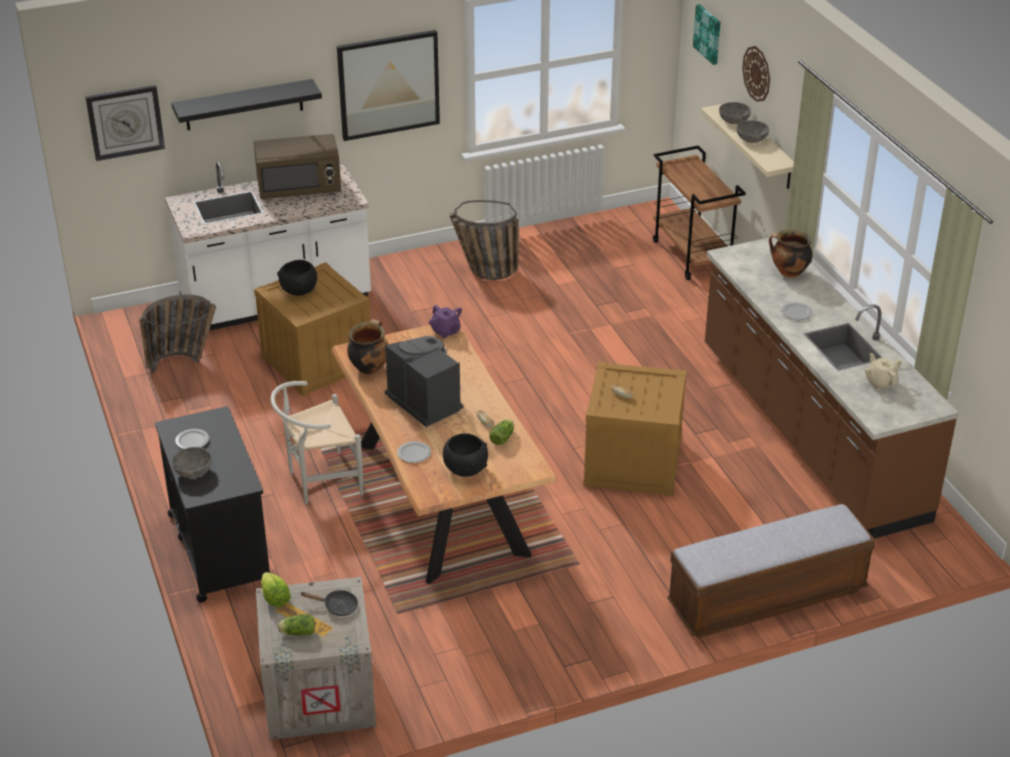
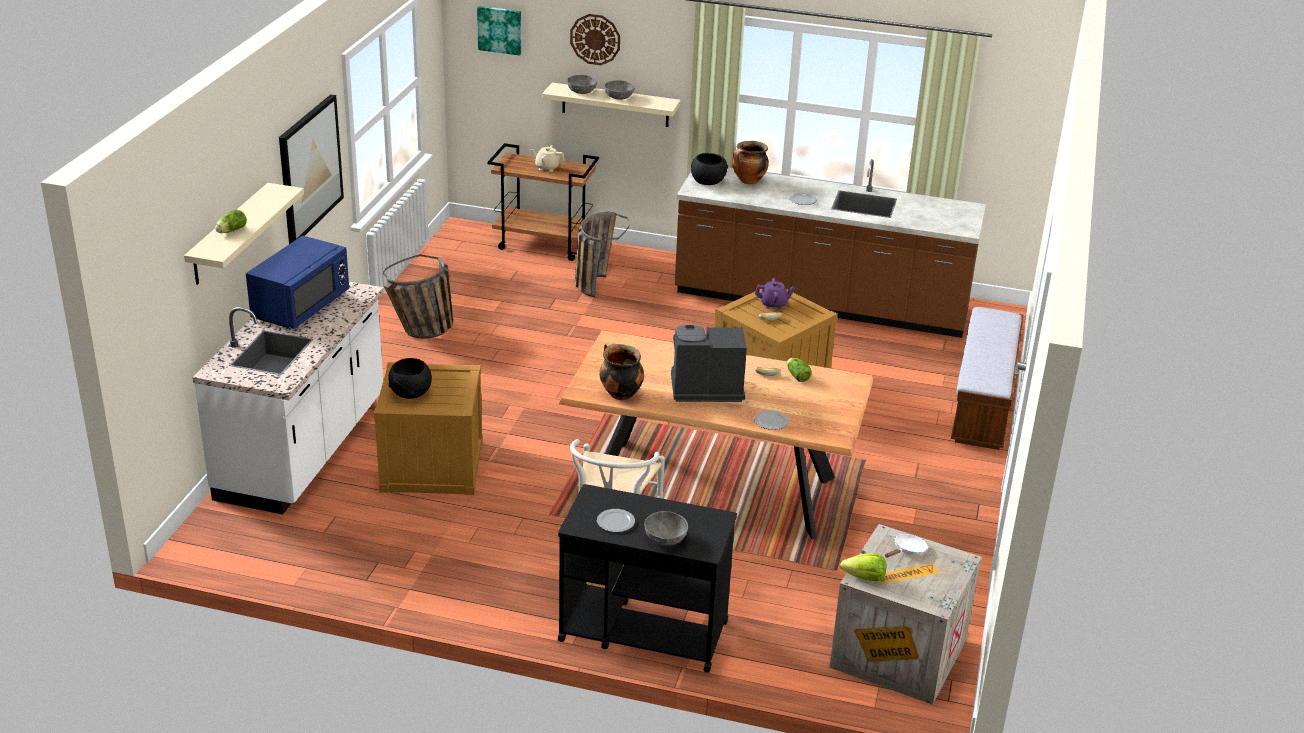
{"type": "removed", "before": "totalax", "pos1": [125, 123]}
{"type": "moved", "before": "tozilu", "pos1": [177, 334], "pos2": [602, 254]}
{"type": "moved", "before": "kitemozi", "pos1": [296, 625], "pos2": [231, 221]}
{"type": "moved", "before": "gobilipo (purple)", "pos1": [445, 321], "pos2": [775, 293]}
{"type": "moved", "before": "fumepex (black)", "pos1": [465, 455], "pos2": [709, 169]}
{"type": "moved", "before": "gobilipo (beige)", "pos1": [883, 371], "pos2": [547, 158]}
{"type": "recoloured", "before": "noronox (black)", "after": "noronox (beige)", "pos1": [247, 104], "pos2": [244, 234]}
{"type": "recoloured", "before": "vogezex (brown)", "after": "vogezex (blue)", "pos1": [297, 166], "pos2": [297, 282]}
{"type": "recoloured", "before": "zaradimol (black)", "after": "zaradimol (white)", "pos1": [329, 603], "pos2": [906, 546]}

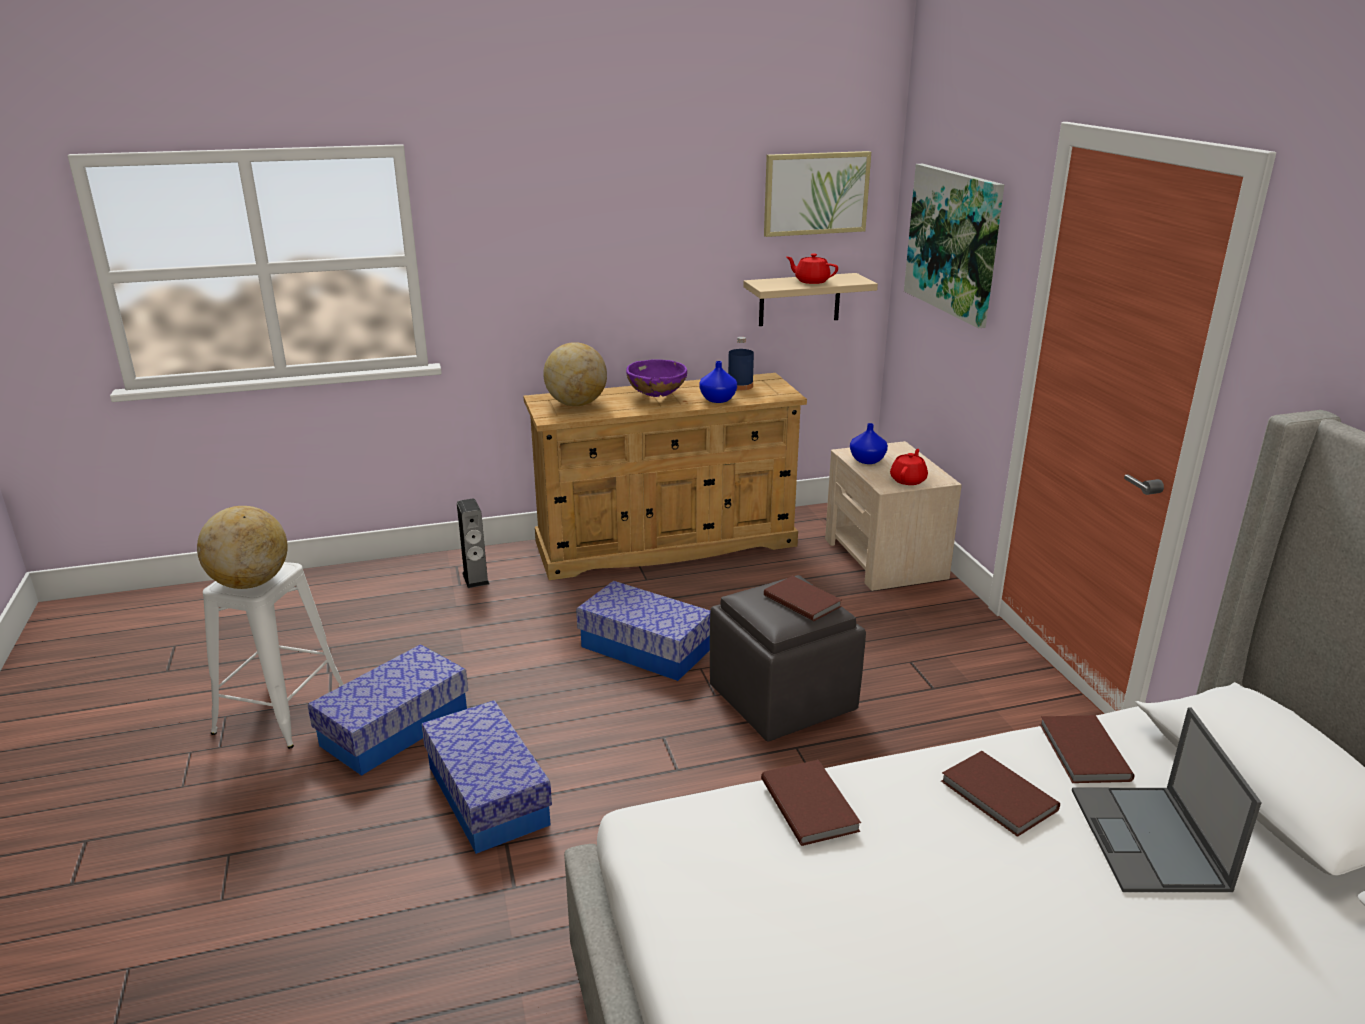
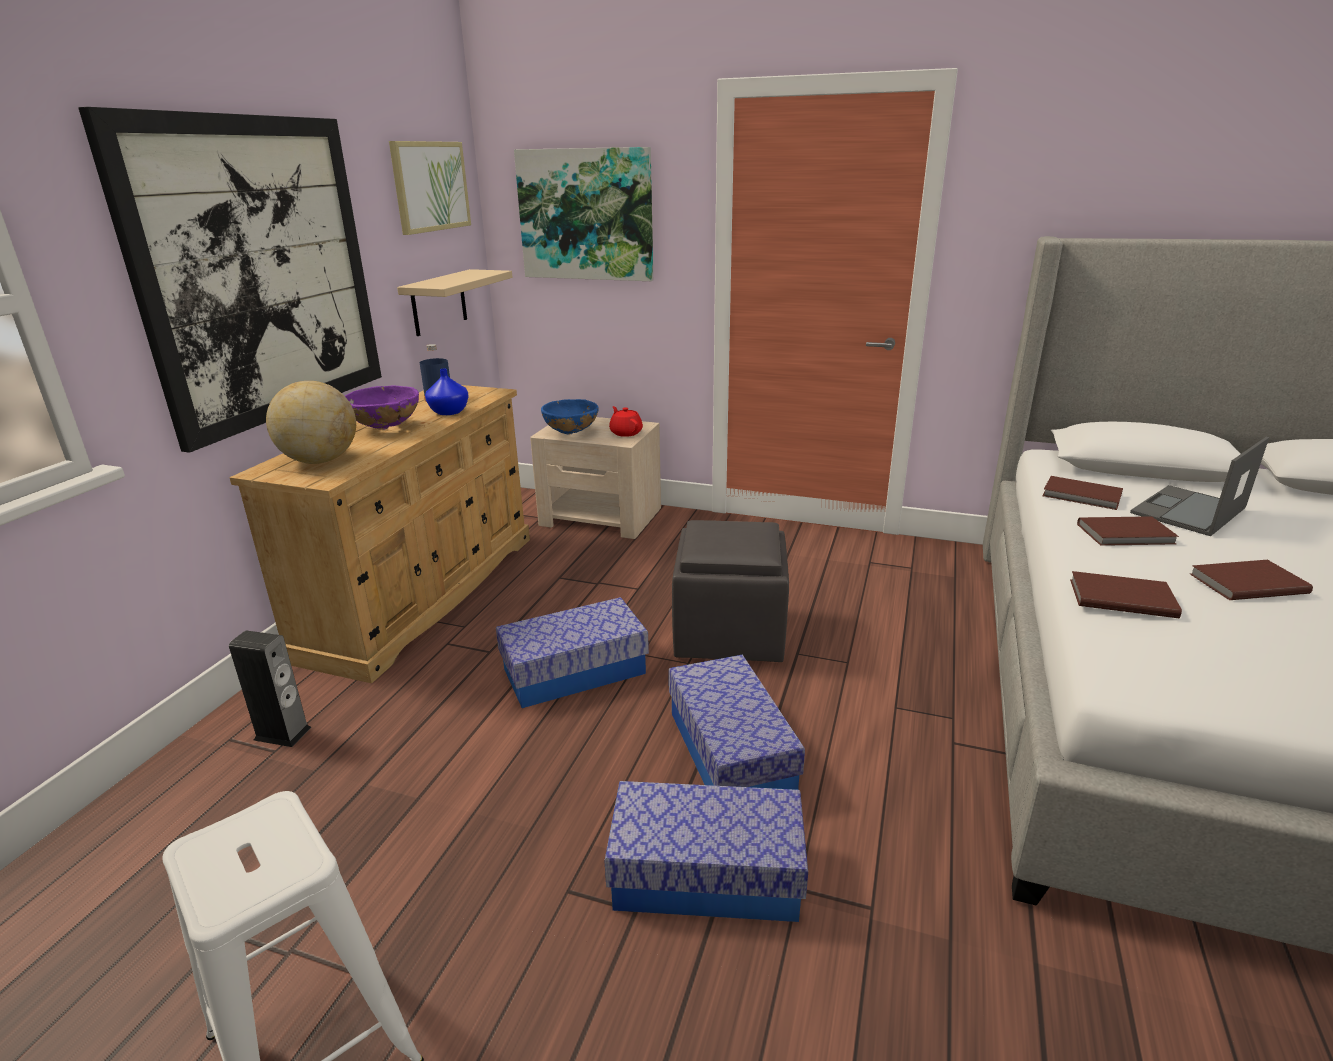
{"type": "removed", "before": "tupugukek", "pos1": [242, 547]}
{"type": "removed", "before": "gobilipo (red)", "pos1": [812, 268]}
{"type": "added", "after": "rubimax", "pos2": [230, 280]}
{"type": "moved", "before": "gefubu", "pos1": [387, 710], "pos2": [737, 722]}
{"type": "moved", "before": "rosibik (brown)", "pos1": [803, 598], "pos2": [1251, 580]}
{"type": "replaced", "before": "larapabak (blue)", "after": "fumepex (blue)", "pos1": [869, 443], "pos2": [570, 416]}
{"type": "turned", "before": "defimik", "pos1": [1167, 799], "pos2": [1199, 486], "turn": 105}

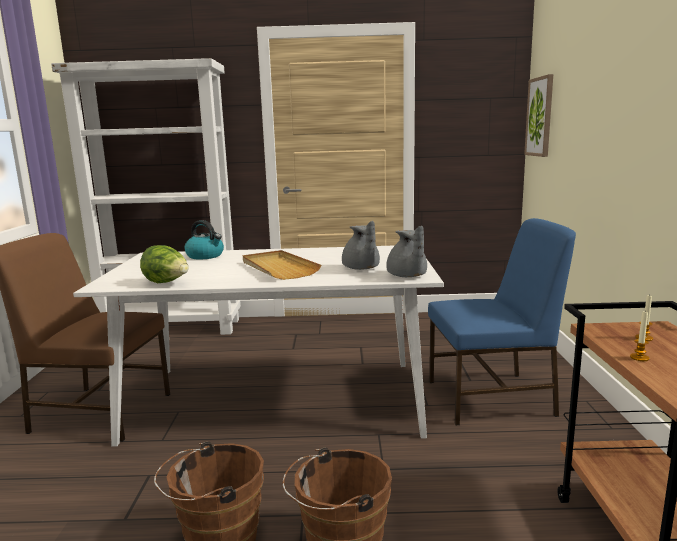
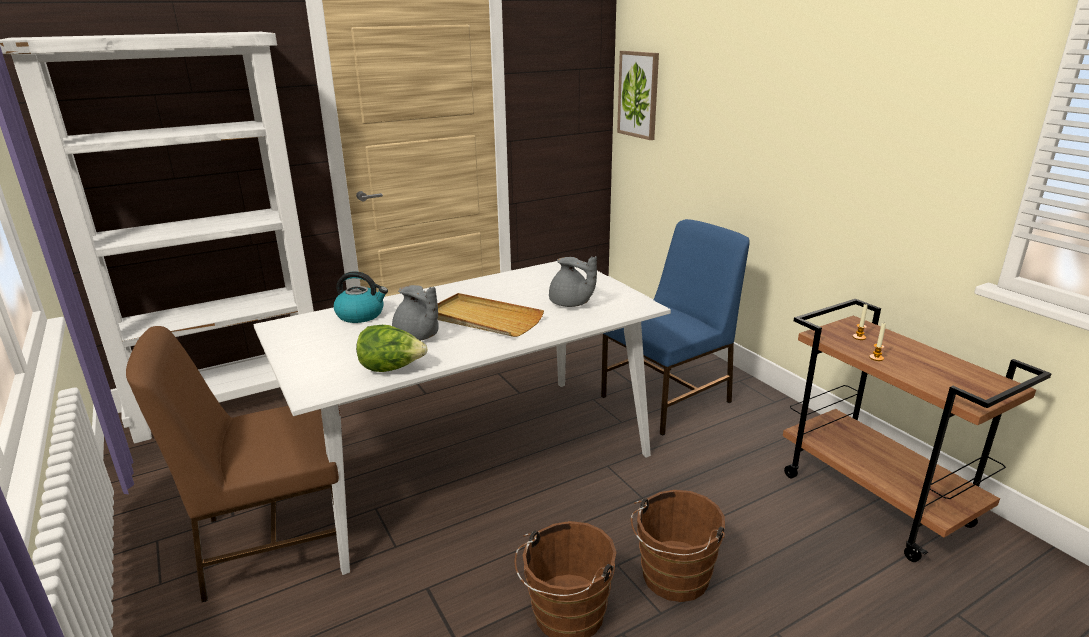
{"type": "moved", "before": "gobilipo (grey)", "pos1": [406, 251], "pos2": [415, 313]}

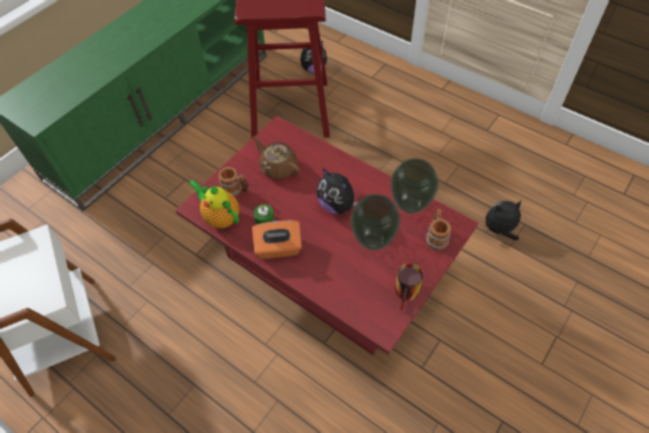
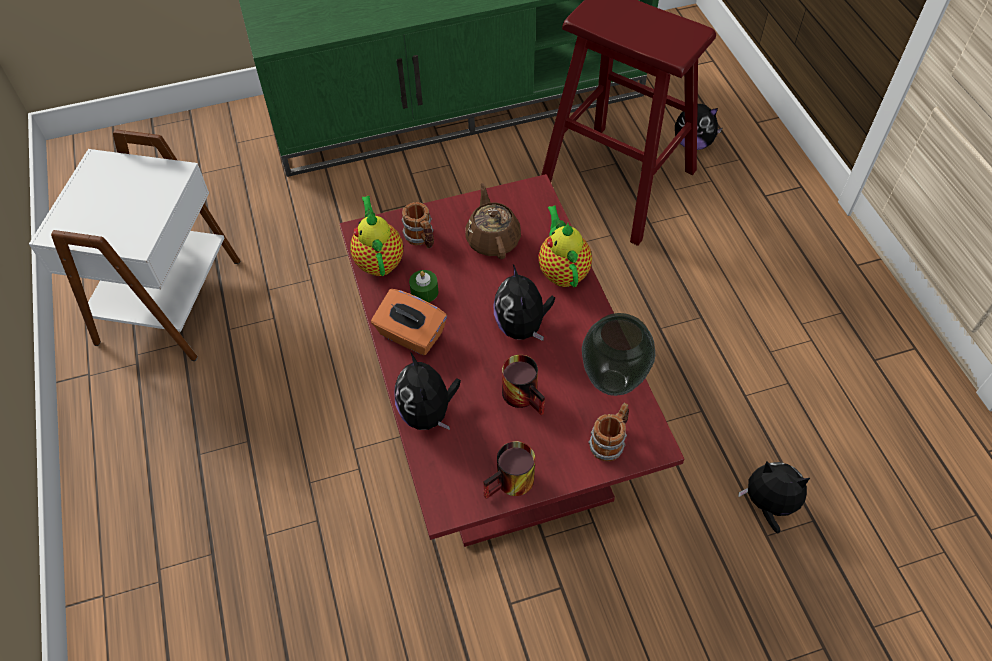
{"type": "added", "after": "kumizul", "pos2": [427, 391]}
{"type": "added", "after": "gobilipo", "pos2": [565, 246]}
{"type": "replaced", "before": "larapabak", "after": "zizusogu", "pos1": [375, 222], "pos2": [523, 385]}

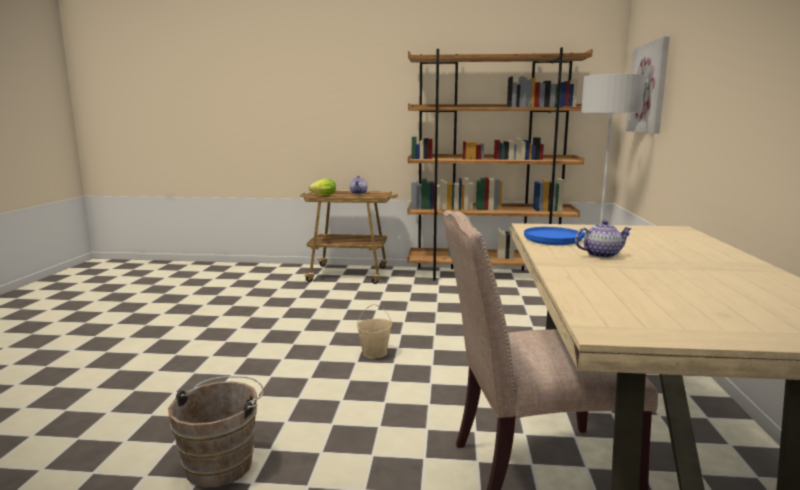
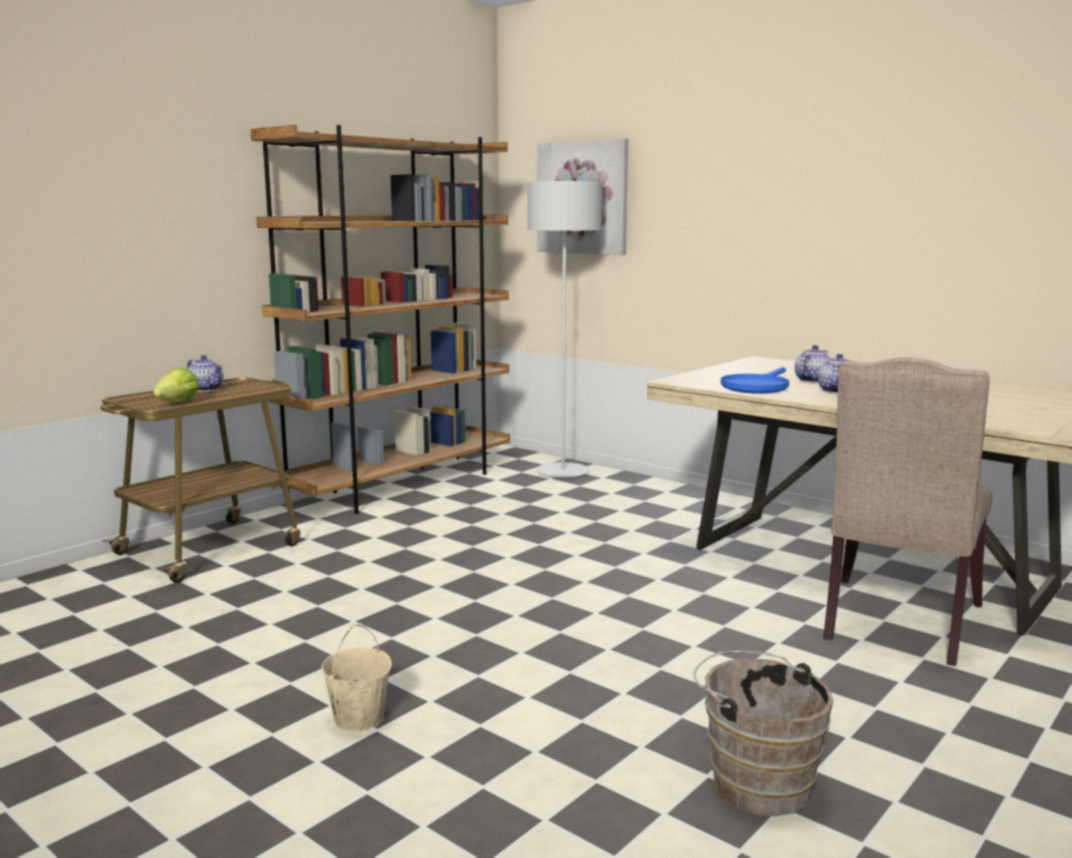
{"type": "added", "after": "gobilipo", "pos2": [813, 364]}
{"type": "moved", "before": "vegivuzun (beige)", "pos1": [374, 331], "pos2": [356, 677]}

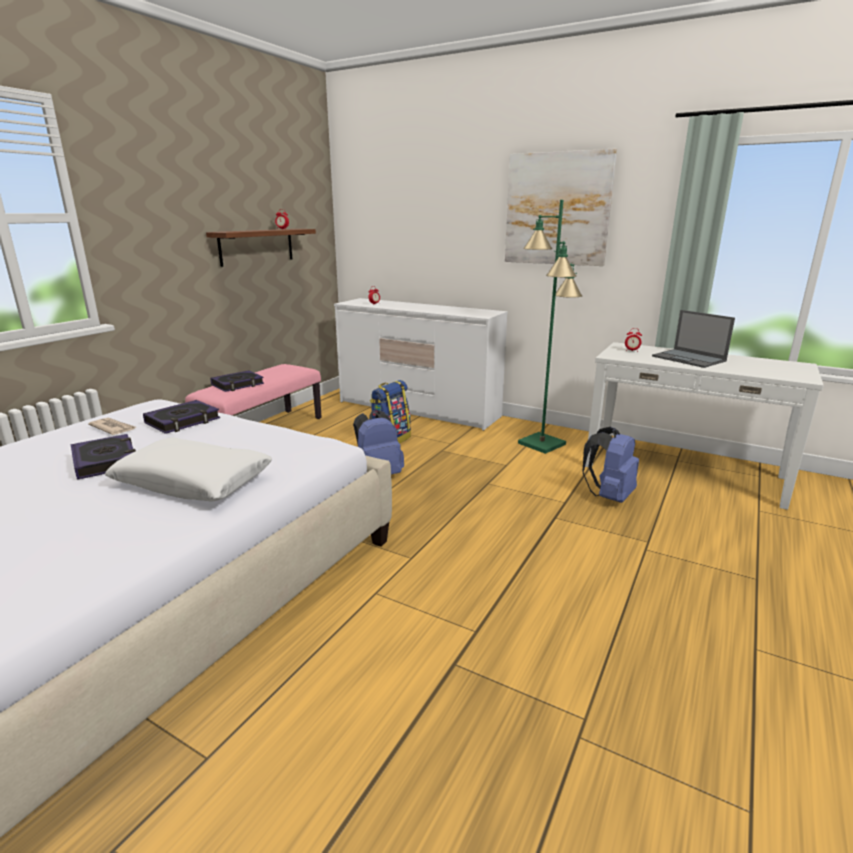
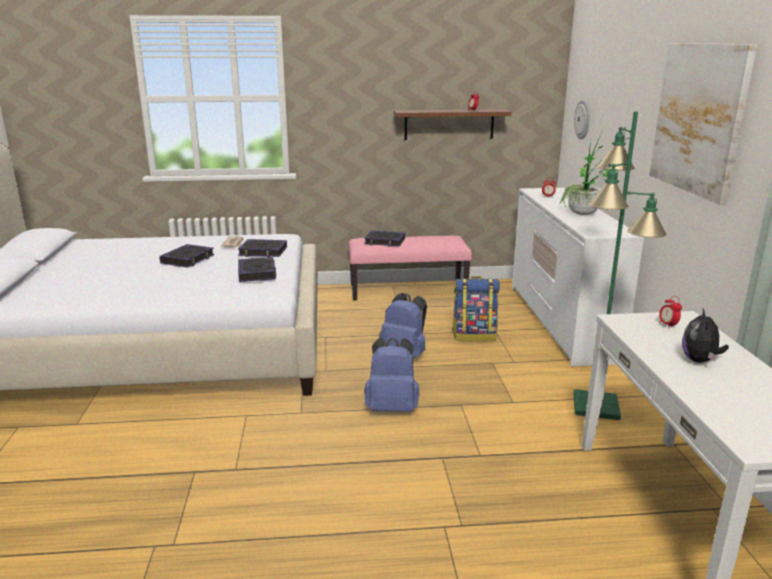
{"type": "removed", "before": "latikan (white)", "pos1": [188, 469]}
{"type": "added", "after": "rosibik", "pos2": [257, 269]}
{"type": "added", "after": "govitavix", "pos2": [585, 174]}
{"type": "added", "after": "totalax", "pos2": [582, 119]}
{"type": "moved", "before": "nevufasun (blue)", "pos1": [610, 465], "pos2": [391, 374]}
{"type": "replaced", "before": "defimik", "after": "kumizul", "pos1": [693, 339], "pos2": [705, 336]}

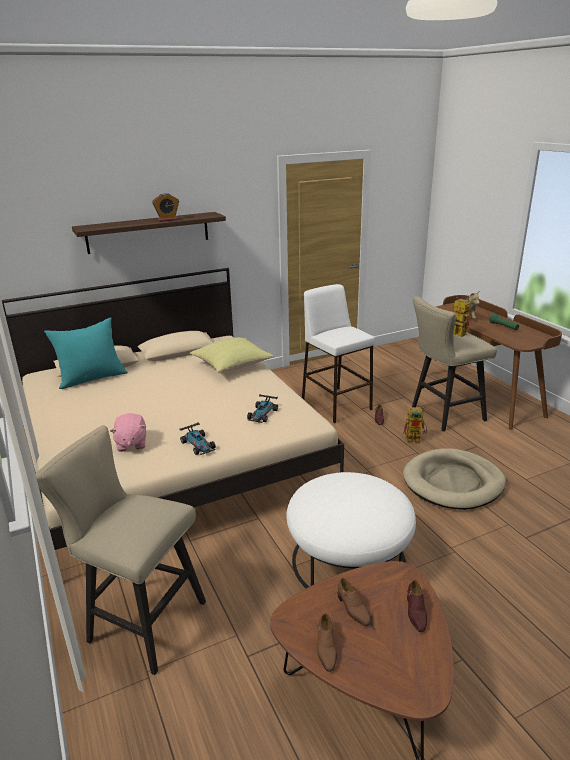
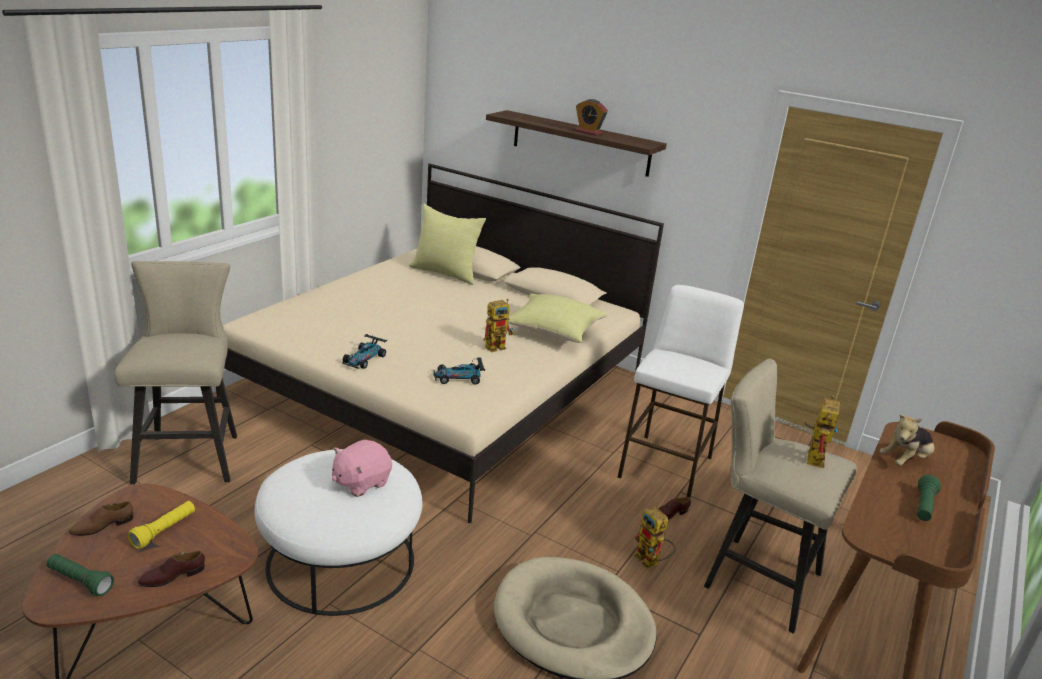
{"type": "added", "after": "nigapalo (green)", "pos2": [80, 575]}
{"type": "added", "after": "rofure", "pos2": [499, 325]}
{"type": "moved", "before": "kumizul (pink)", "pos1": [128, 432], "pos2": [362, 468]}
{"type": "replaced", "before": "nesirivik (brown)", "after": "nigapalo (yellow)", "pos1": [354, 602], "pos2": [161, 525]}
{"type": "recoloured", "before": "latikan (turquoise)", "after": "latikan (yellow)", "pos1": [86, 353], "pos2": [447, 244]}

